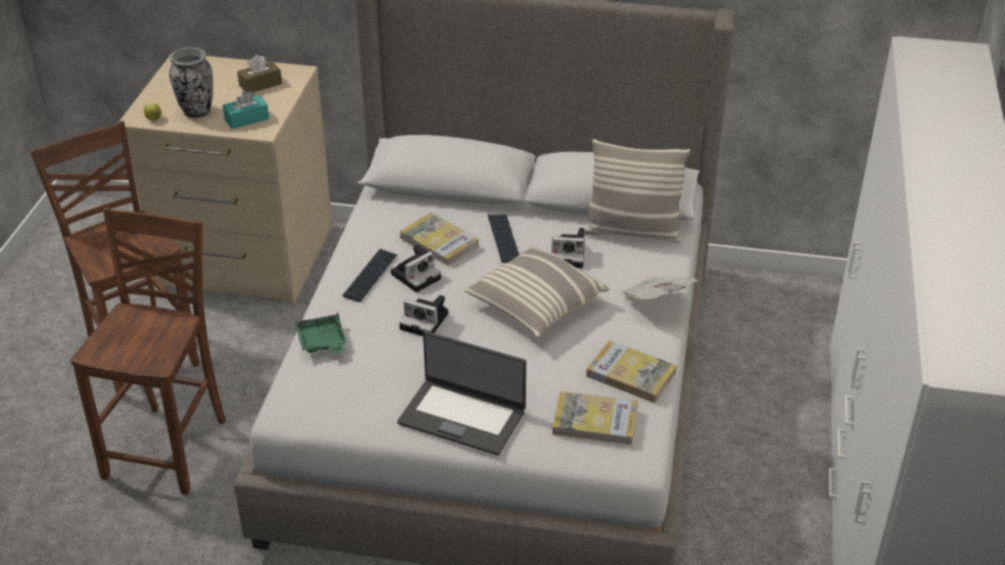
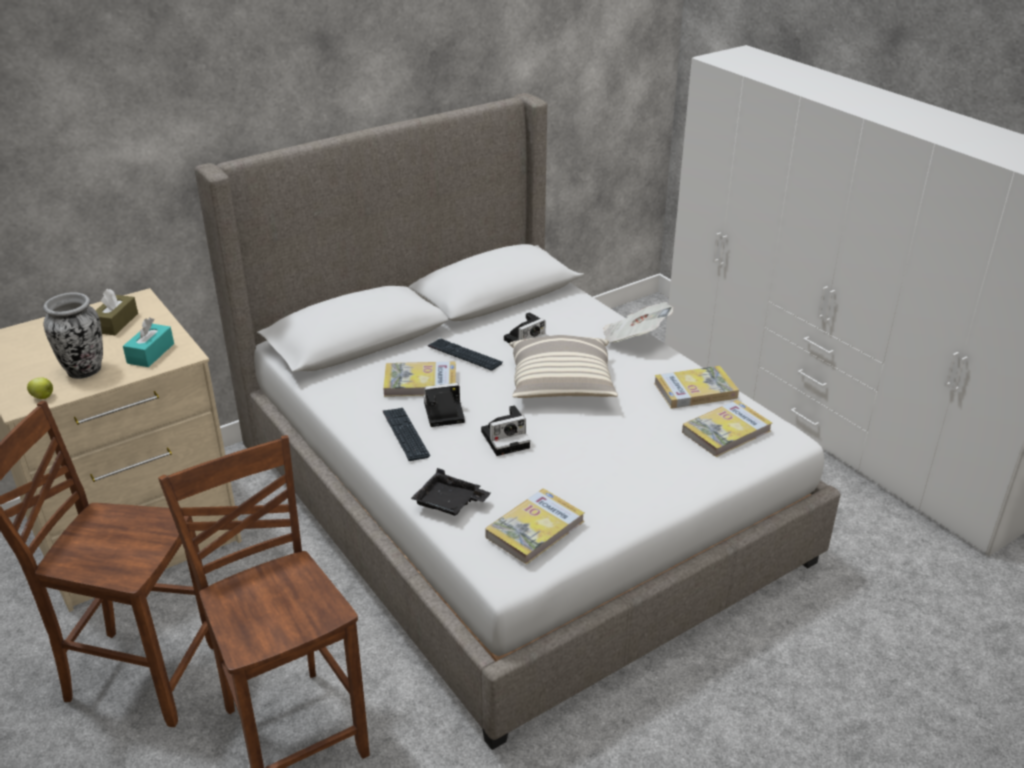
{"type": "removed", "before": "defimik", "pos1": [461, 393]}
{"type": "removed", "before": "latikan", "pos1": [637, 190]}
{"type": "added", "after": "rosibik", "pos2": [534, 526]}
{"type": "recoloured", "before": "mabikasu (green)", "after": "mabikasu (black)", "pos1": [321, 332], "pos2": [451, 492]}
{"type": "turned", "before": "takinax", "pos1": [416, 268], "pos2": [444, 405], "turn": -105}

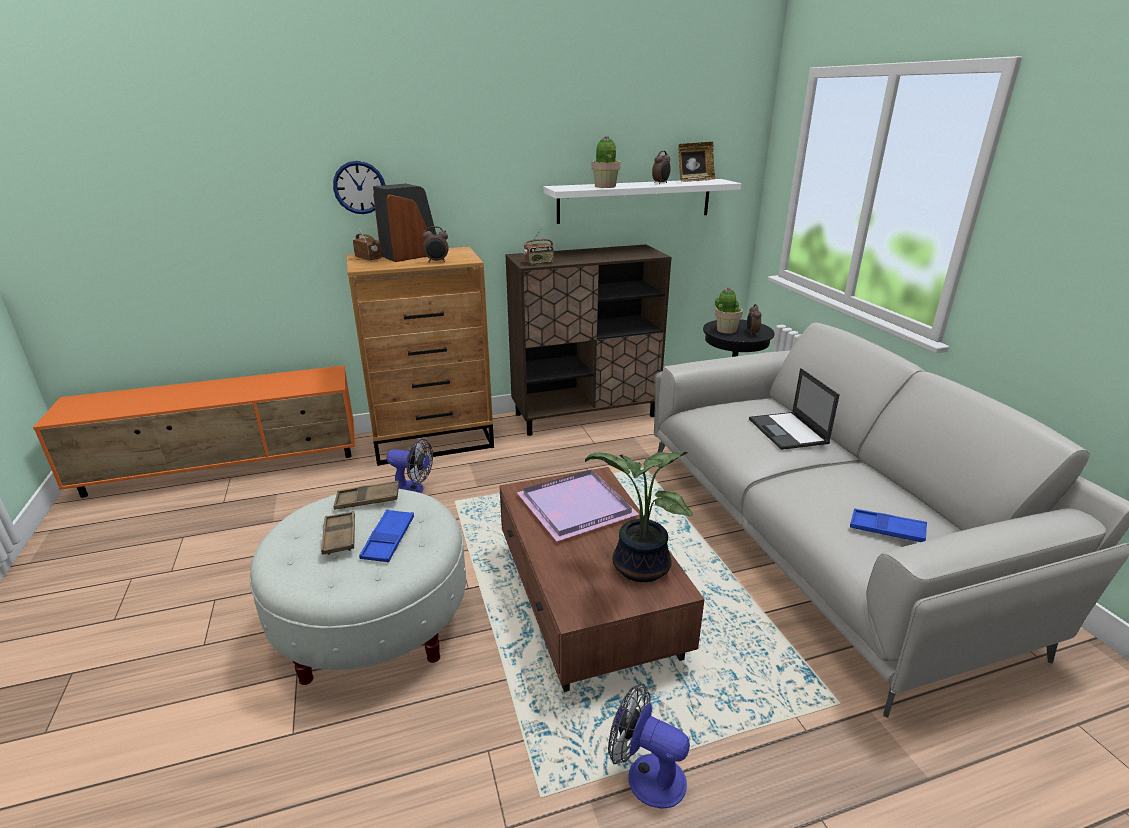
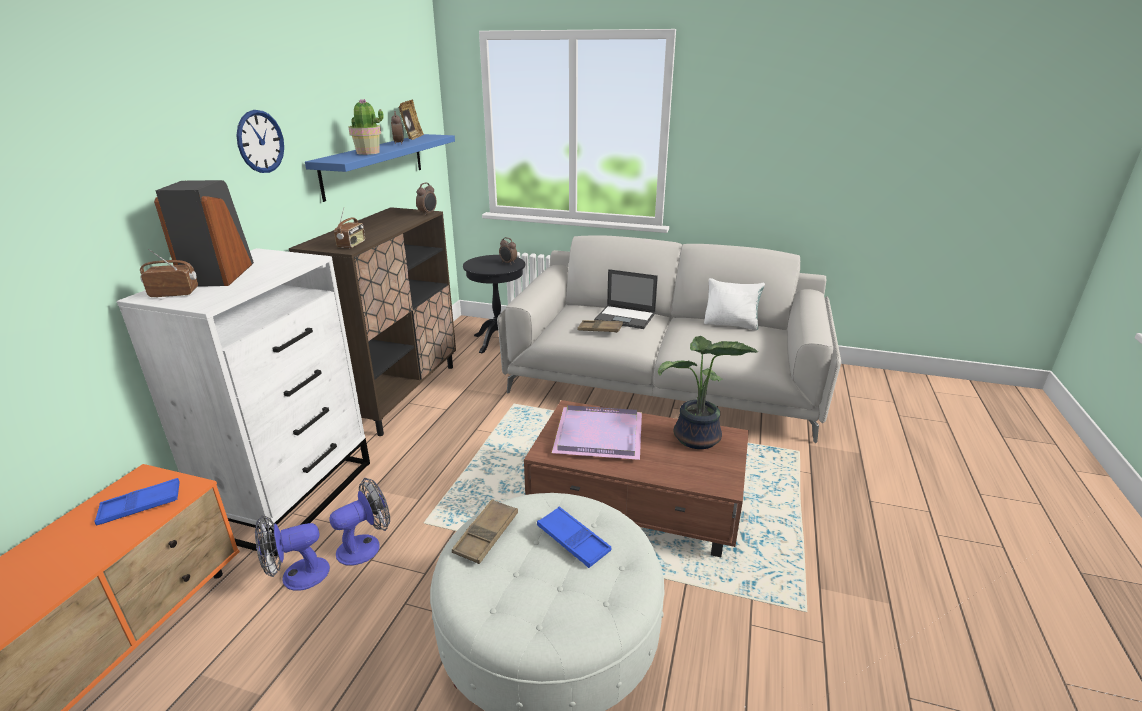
{"type": "removed", "before": "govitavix", "pos1": [729, 310]}
{"type": "added", "after": "latikan (white)", "pos2": [734, 304]}
{"type": "moved", "before": "mabikasu (brown)", "pos1": [338, 533], "pos2": [600, 326]}
{"type": "moved", "before": "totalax", "pos1": [359, 187], "pos2": [260, 141]}
{"type": "moved", "before": "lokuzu", "pos1": [436, 244], "pos2": [426, 198]}
{"type": "moved", "before": "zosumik", "pos1": [649, 746], "pos2": [292, 553]}
{"type": "moved", "before": "mabikasu (blue)", "pos1": [888, 525], "pos2": [137, 501]}
{"type": "recoloured", "before": "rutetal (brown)", "after": "rutetal (white)", "pos1": [420, 356], "pos2": [243, 402]}
{"type": "recoloured", "before": "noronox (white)", "after": "noronox (blue)", "pos1": [642, 201], "pos2": [380, 168]}

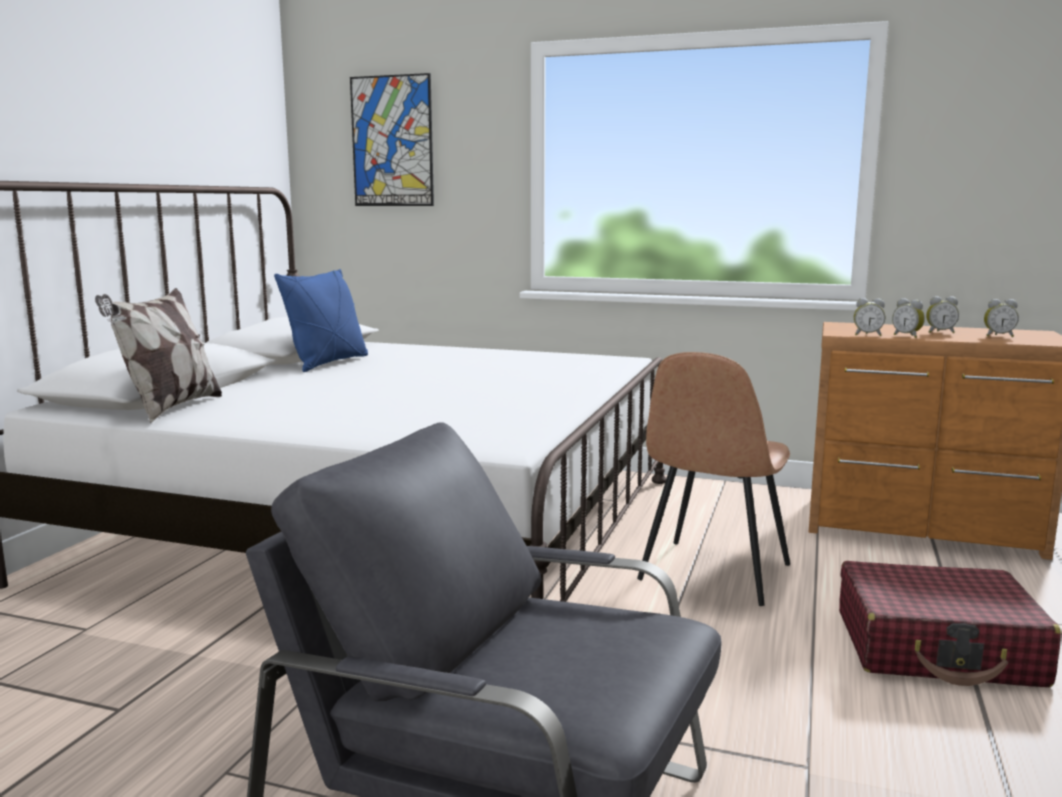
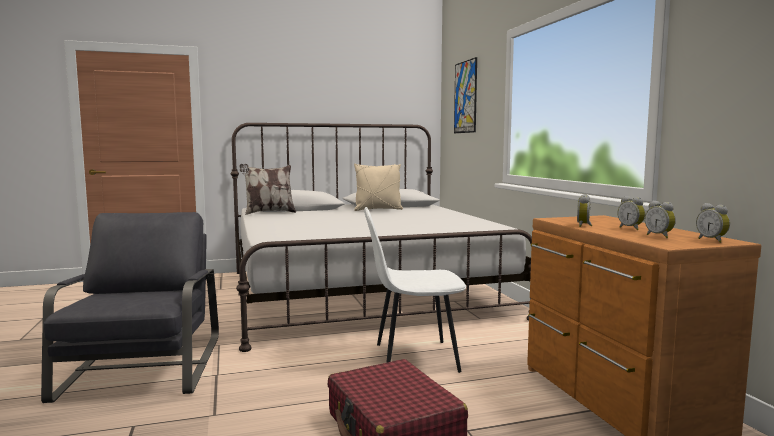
{"type": "moved", "before": "lokuzu", "pos1": [869, 317], "pos2": [713, 223]}
{"type": "recoloured", "before": "latikan (blue)", "after": "latikan (beige)", "pos1": [321, 320], "pos2": [378, 187]}
{"type": "recoloured", "before": "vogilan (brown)", "after": "vogilan (white)", "pos1": [713, 479], "pos2": [415, 290]}

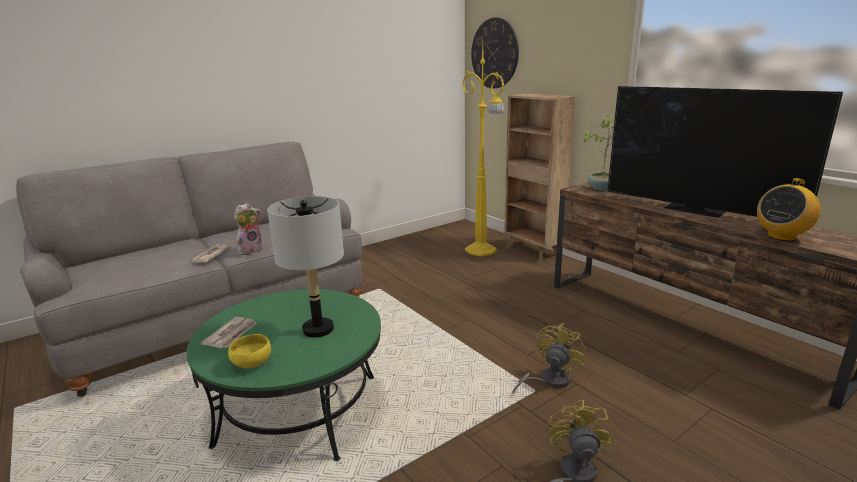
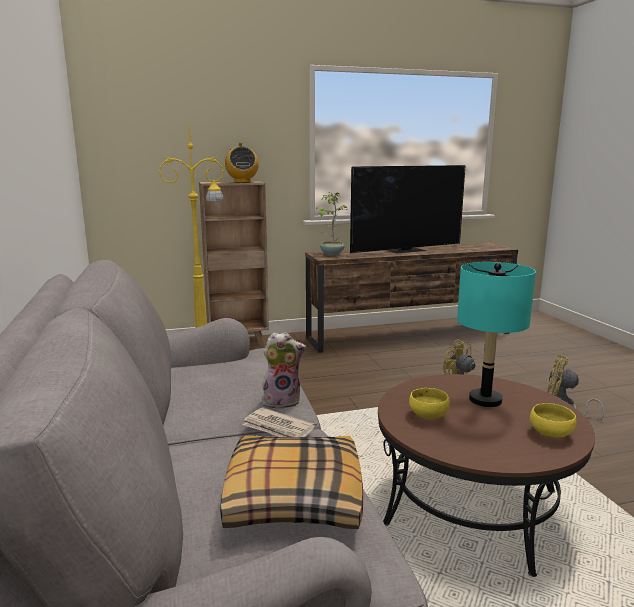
{"type": "removed", "before": "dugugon", "pos1": [229, 332]}
{"type": "removed", "before": "totalax", "pos1": [495, 53]}
{"type": "added", "after": "latikan", "pos2": [291, 482]}
{"type": "added", "after": "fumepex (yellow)", "pos2": [429, 403]}
{"type": "moved", "before": "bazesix", "pos1": [789, 209], "pos2": [242, 162]}
{"type": "recoloured", "before": "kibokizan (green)", "after": "kibokizan (brown)", "pos1": [283, 375], "pos2": [486, 475]}
{"type": "recoloured", "before": "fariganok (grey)", "after": "fariganok (turquoise)", "pos1": [305, 267], "pos2": [496, 334]}
{"type": "turned", "before": "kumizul", "pos1": [248, 229], "pos2": [284, 370], "turn": 105}

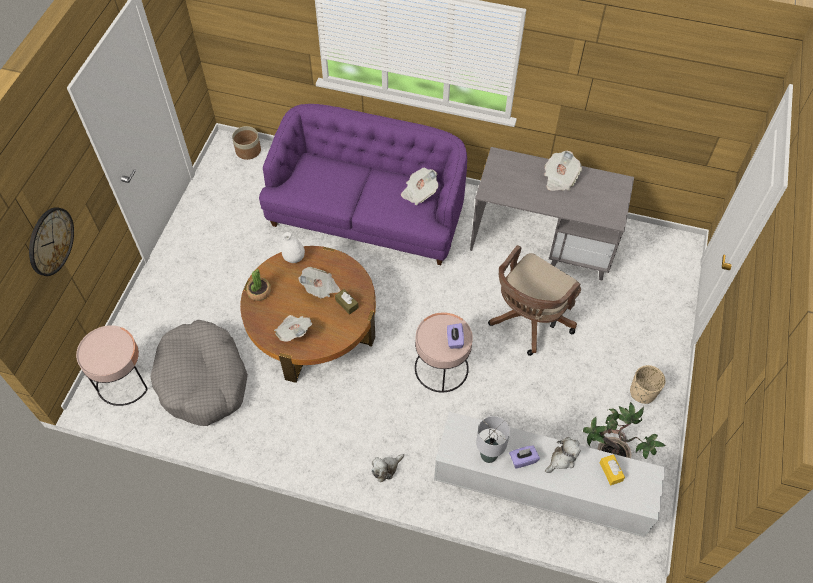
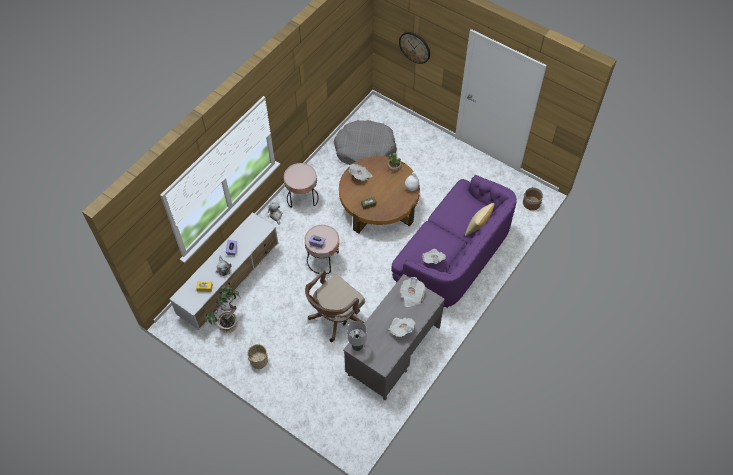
{"type": "added", "after": "latikan", "pos2": [479, 219]}
{"type": "moved", "before": "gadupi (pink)", "pos1": [112, 365], "pos2": [301, 185]}
{"type": "moved", "before": "dugugon", "pos1": [319, 283], "pos2": [413, 292]}
{"type": "moved", "before": "fariganok (grey)", "pos1": [493, 439], "pos2": [357, 336]}
{"type": "turned", "before": "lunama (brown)", "pos1": [534, 300], "pos2": [335, 306], "turn": -105}

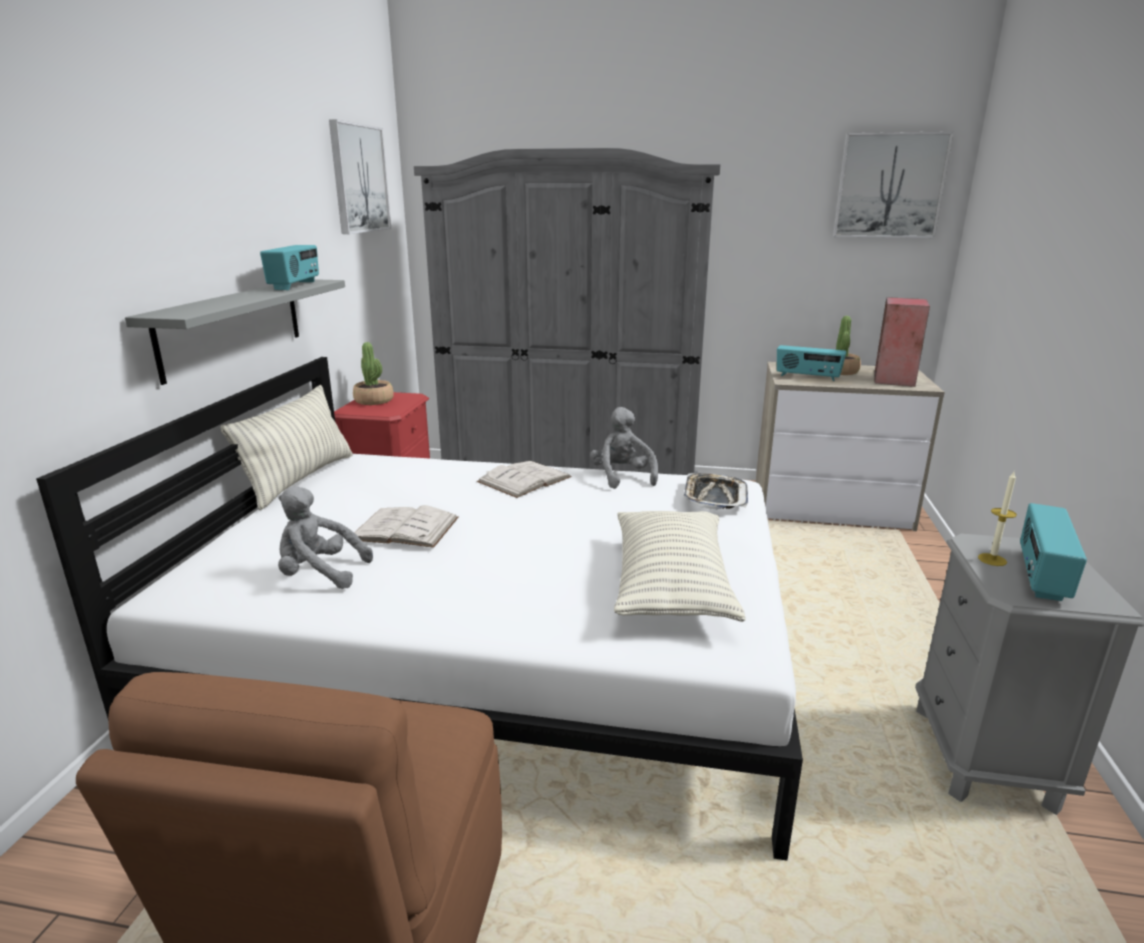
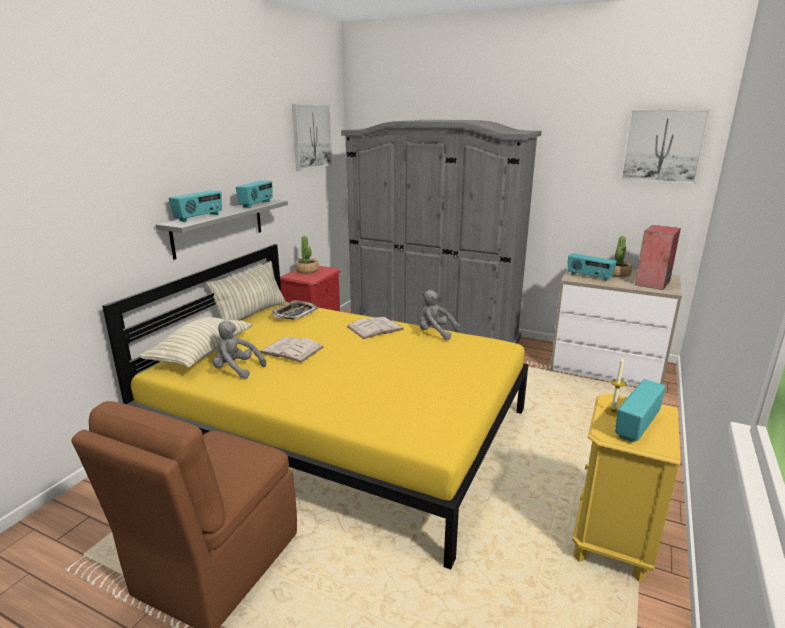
{"type": "added", "after": "bazesix", "pos2": [195, 206]}
{"type": "moved", "before": "latikan", "pos1": [680, 566], "pos2": [195, 342]}
{"type": "moved", "before": "mabikasu", "pos1": [716, 491], "pos2": [295, 309]}
{"type": "recoloured", "before": "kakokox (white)", "after": "kakokox (yellow)", "pos1": [419, 609], "pos2": [315, 407]}
{"type": "recoloured", "before": "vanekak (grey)", "after": "vanekak (yellow)", "pos1": [1029, 674], "pos2": [626, 488]}
{"type": "turned", "before": "kumizul (grey)", "pos1": [624, 448], "pos2": [440, 315], "turn": -60}

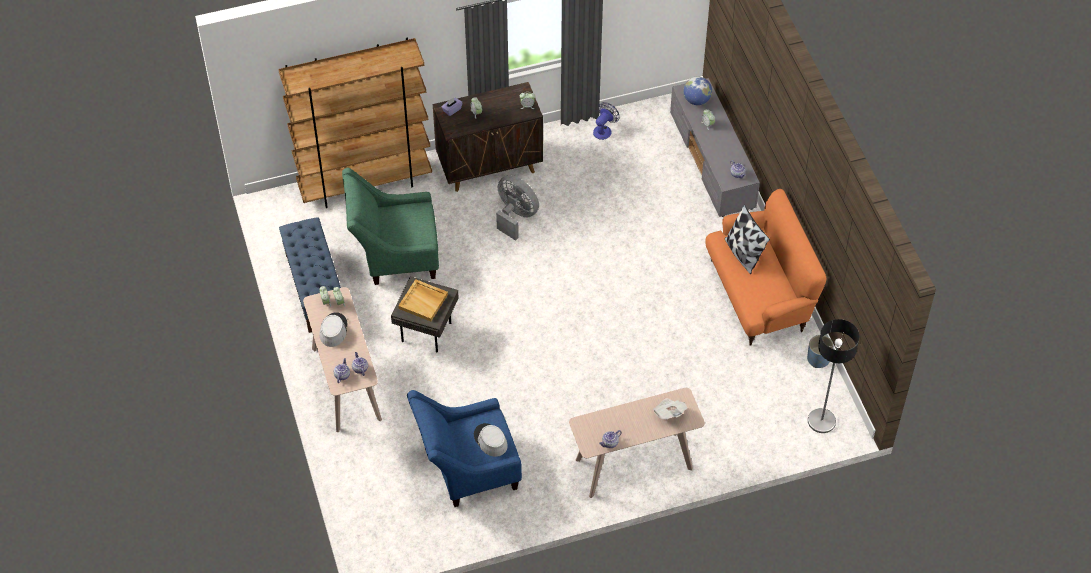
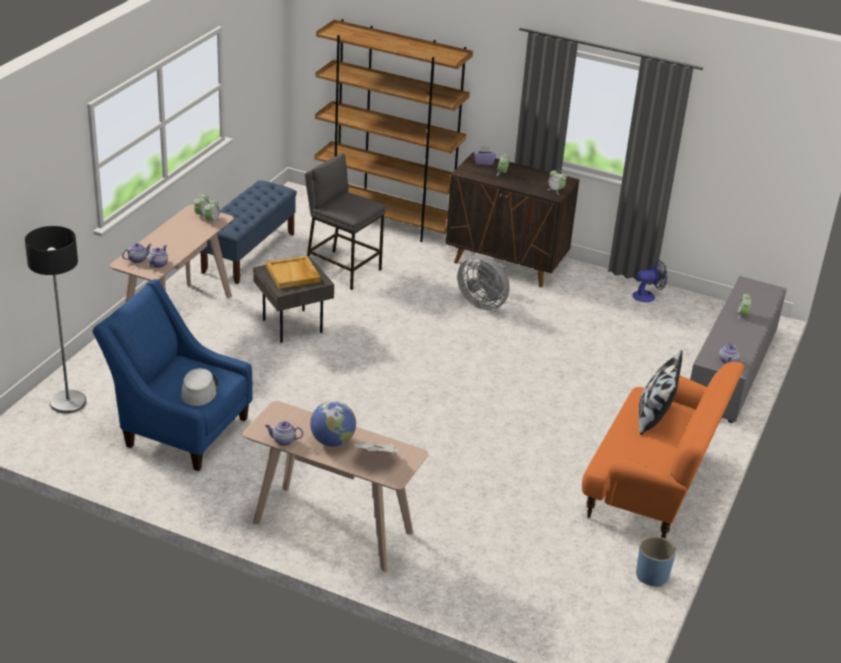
{"type": "removed", "before": "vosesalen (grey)", "pos1": [334, 329]}
{"type": "moved", "before": "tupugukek", "pos1": [697, 90], "pos2": [333, 424]}
{"type": "moved", "before": "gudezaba", "pos1": [834, 376], "pos2": [55, 319]}
{"type": "replaced", "before": "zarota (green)", "after": "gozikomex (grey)", "pos1": [390, 226], "pos2": [345, 221]}
{"type": "turned", "before": "zosumik (grey)", "pos1": [517, 208], "pos2": [483, 282], "turn": 135}

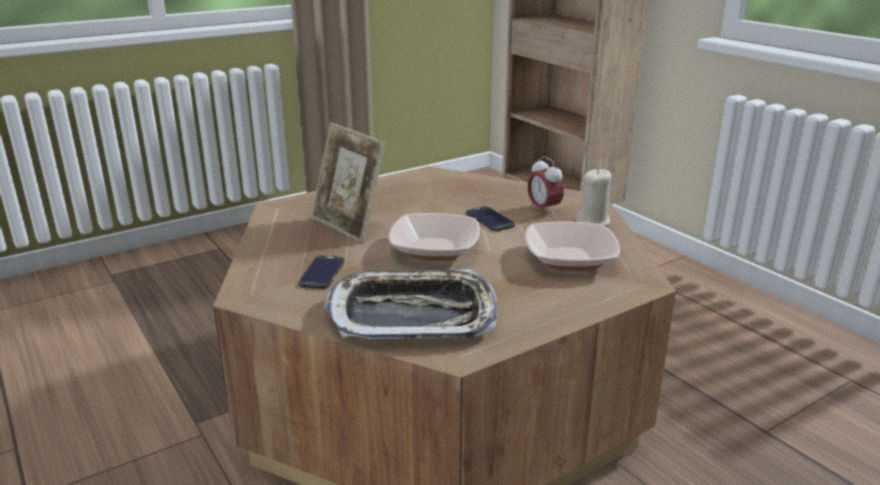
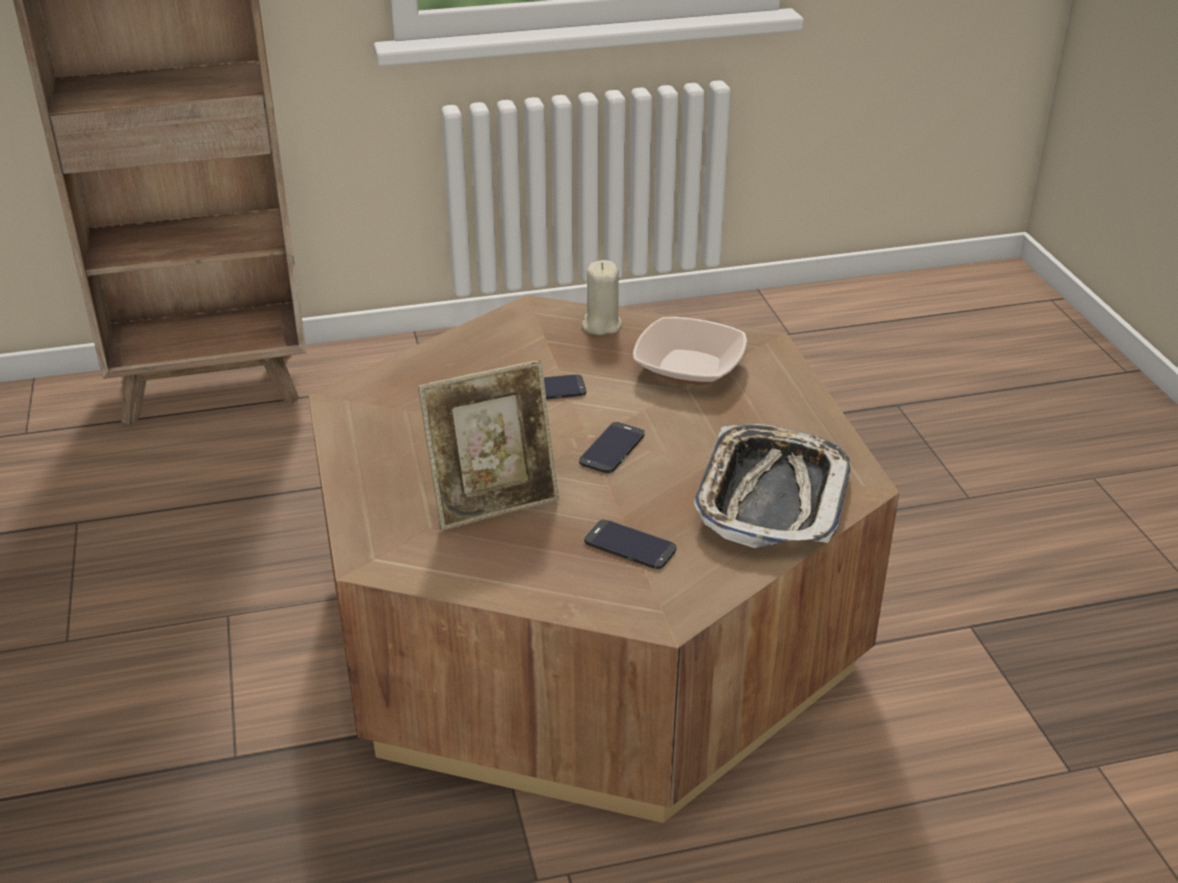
{"type": "removed", "before": "lokuzu", "pos1": [545, 186]}
{"type": "replaced", "before": "fumepex", "after": "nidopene", "pos1": [434, 237], "pos2": [612, 447]}

